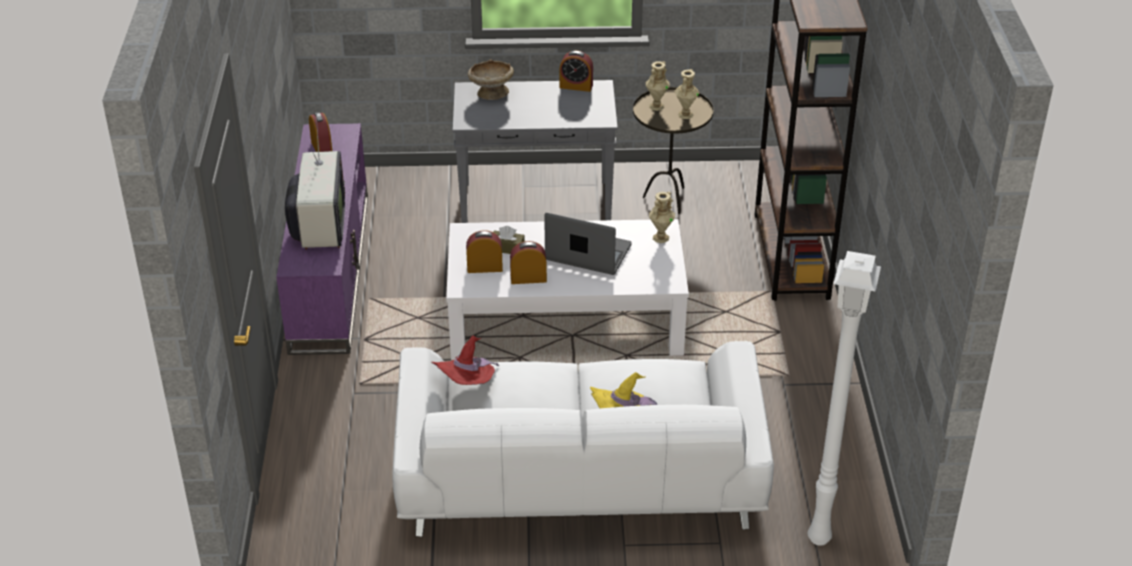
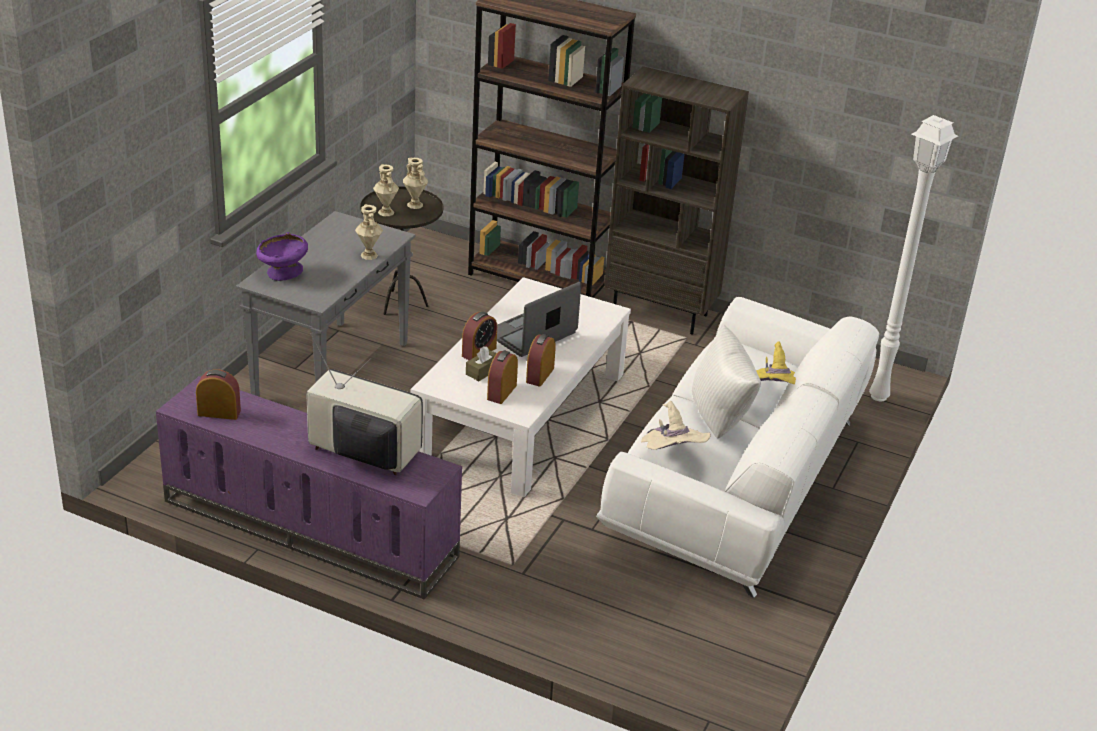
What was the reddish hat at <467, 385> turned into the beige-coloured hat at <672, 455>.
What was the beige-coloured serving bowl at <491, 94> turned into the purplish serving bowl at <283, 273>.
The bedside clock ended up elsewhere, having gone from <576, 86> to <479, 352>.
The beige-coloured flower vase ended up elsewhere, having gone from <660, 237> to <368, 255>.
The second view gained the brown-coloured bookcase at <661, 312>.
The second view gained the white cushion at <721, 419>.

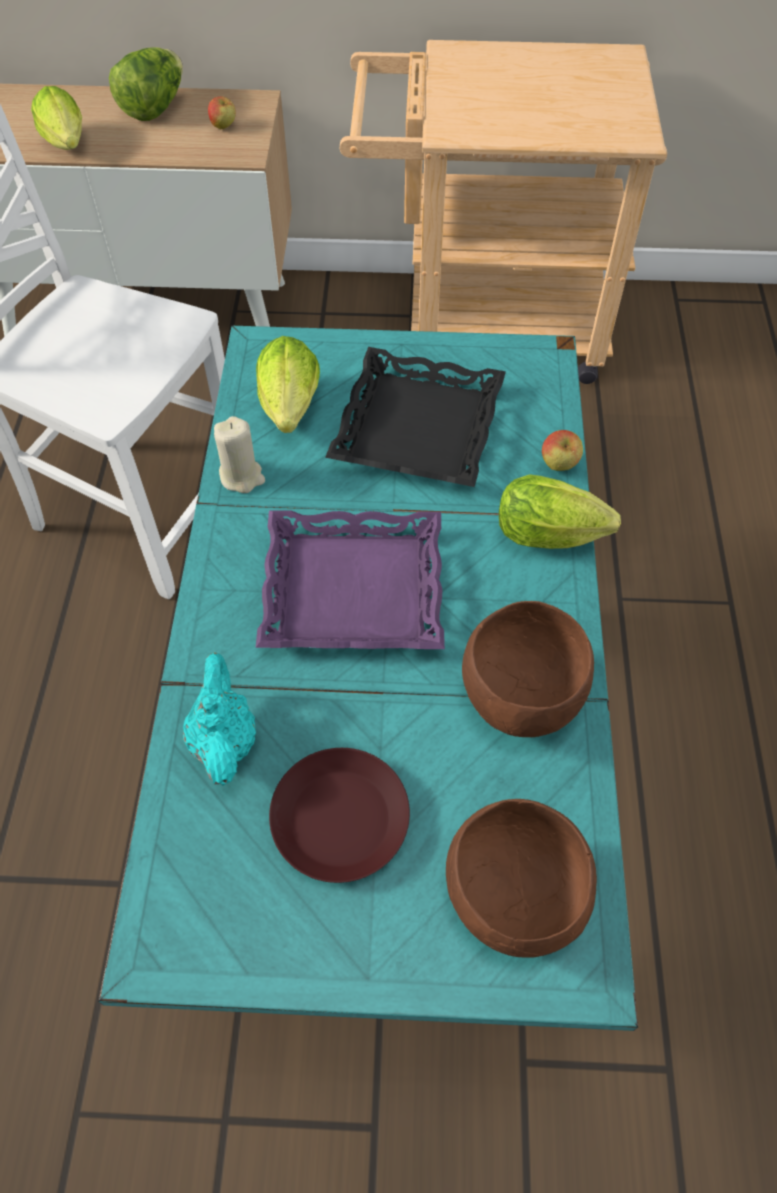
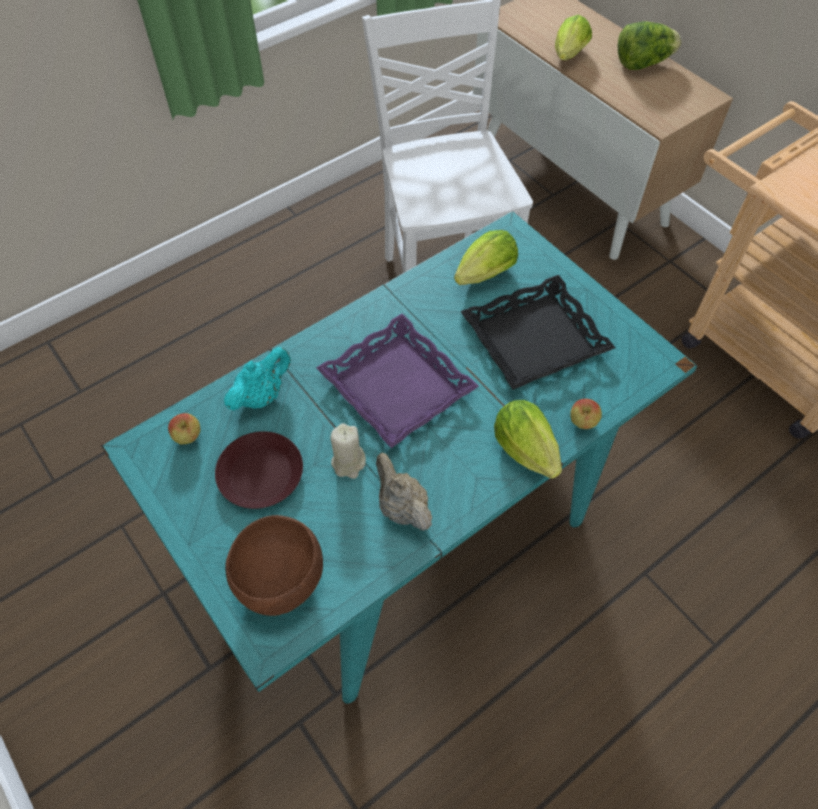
The whole apple ended up elsewhere, having gone from <224, 127> to <188, 438>.
The beige-coloured candle ended up elsewhere, having gone from <242, 476> to <348, 463>.
Where the brown-coloured serving bowl stood at <519, 698>, the beige-coloured teapot came to stand at <401, 507>.

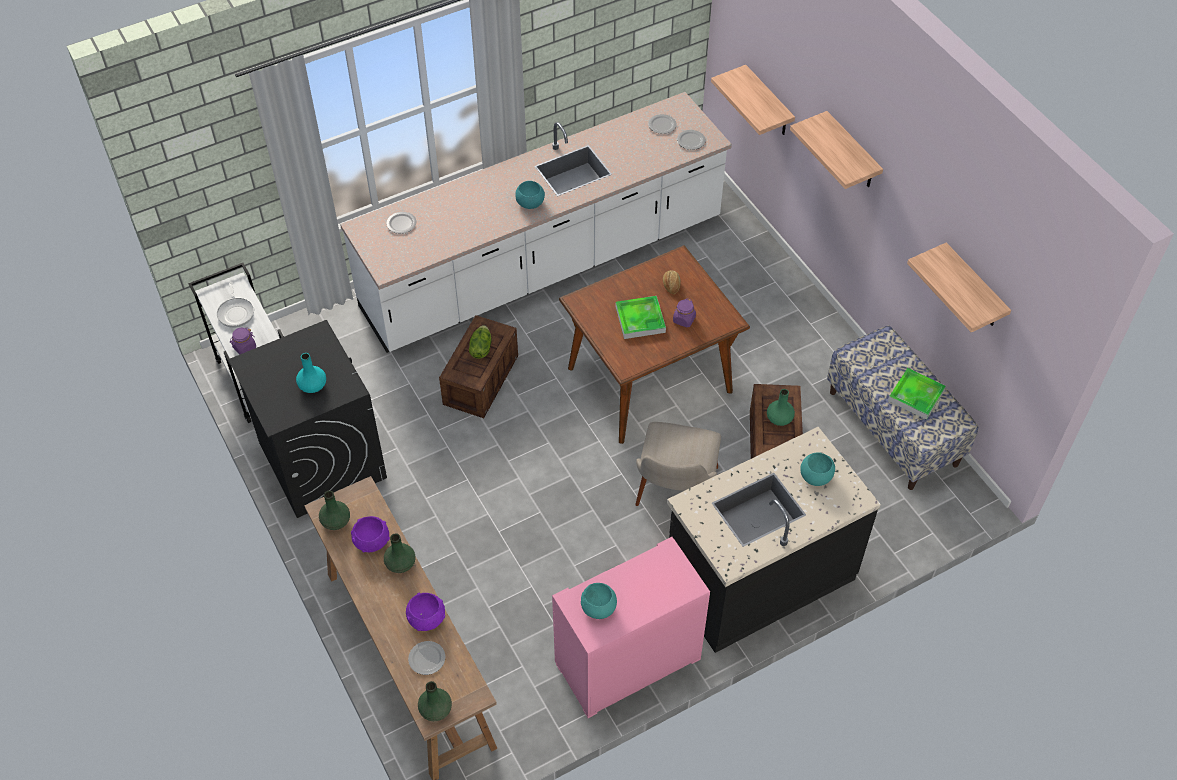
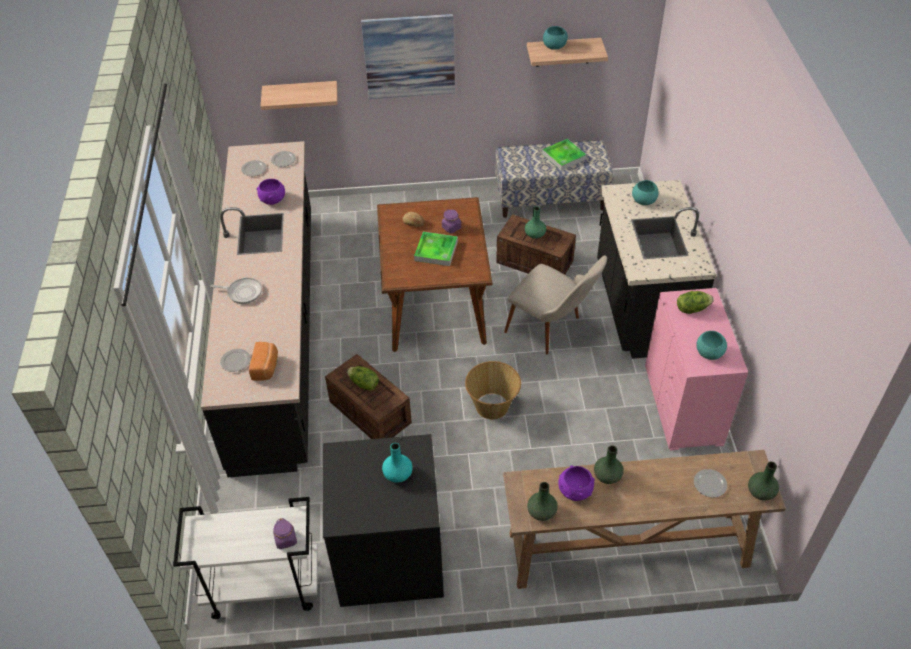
The pan ended up elsewhere, having gone from <236, 312> to <242, 292>.
What was the white counter at <543, 265> turned into the black counter at <276, 332>.
The purplish serving bowl ended up elsewhere, having gone from <427, 619> to <273, 199>.
The turquoise serving bowl ended up elsewhere, having gone from <530, 203> to <555, 46>.
Where the bracket shelf hung at <852, 152>, the wall picture came to hang at <409, 56>.
The second view gained the baked bread at <266, 367>.
The second view gained the storage basket at <492, 406>.
The second view gained the head of lettuce at <692, 308>.

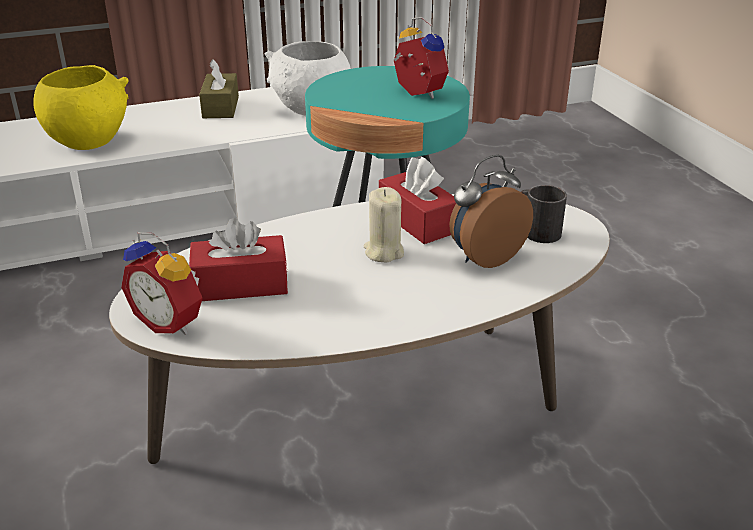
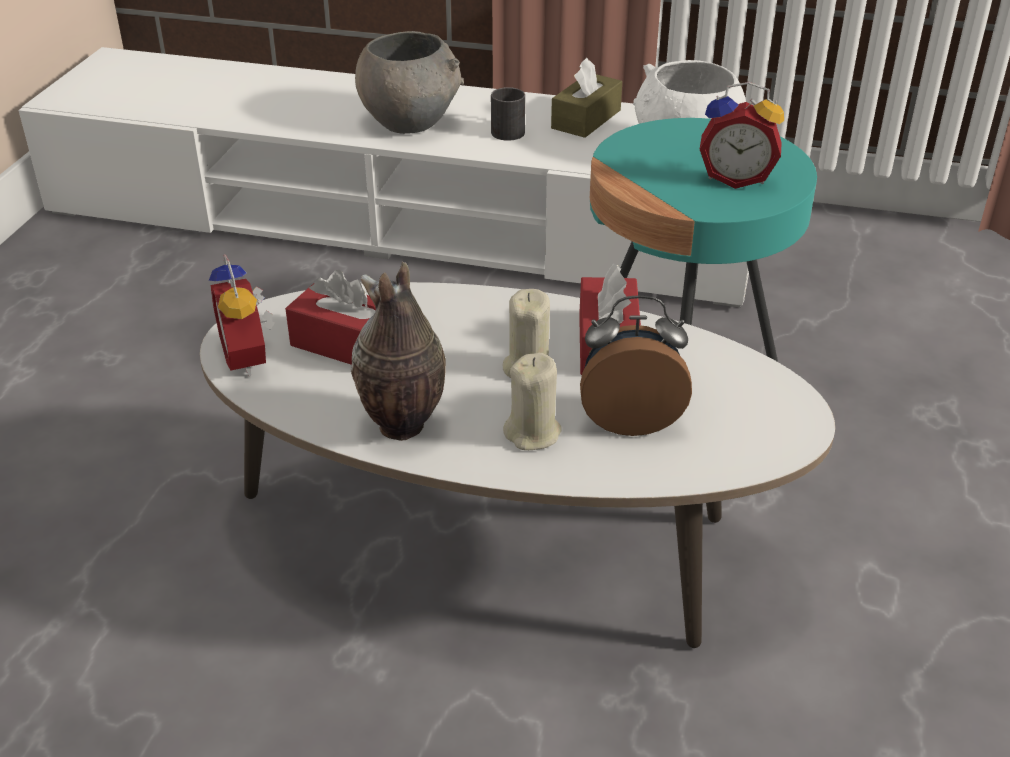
What was the yellow-coloured serving bowl at <88, 141> turned into the gray serving bowl at <410, 122>.
The bedside clock at <416, 94> ended up facing another way, 105 degrees clockwise from before.
The black tea mug ended up elsewhere, having gone from <535, 231> to <505, 129>.
The second view gained the flower vase at <401, 426>.
The second view gained the beige-coloured candle at <533, 433>.

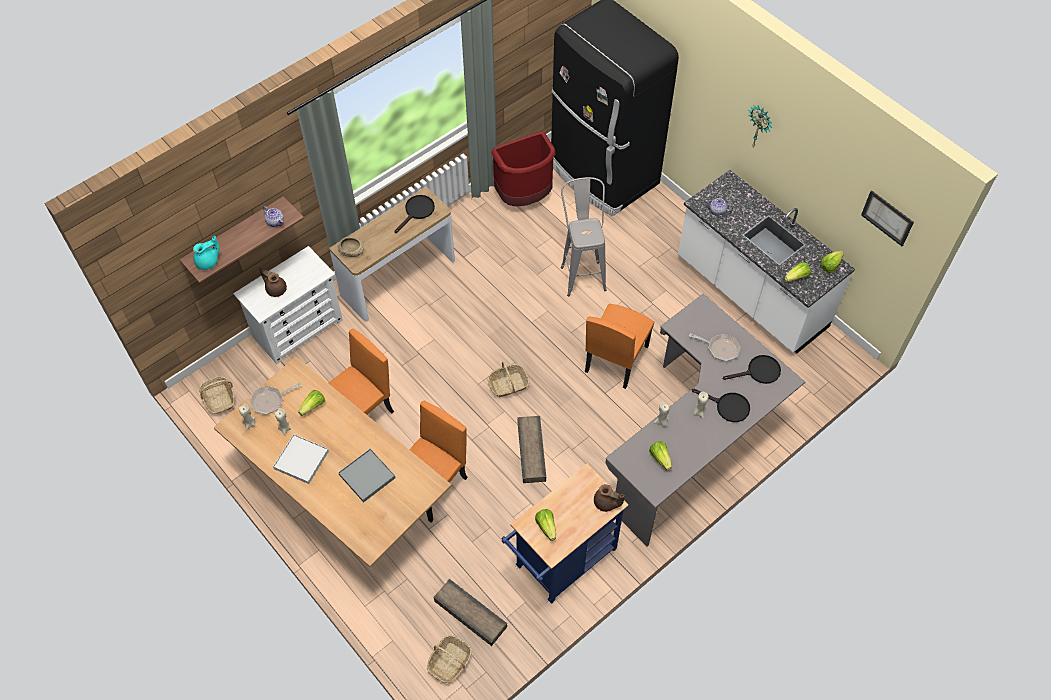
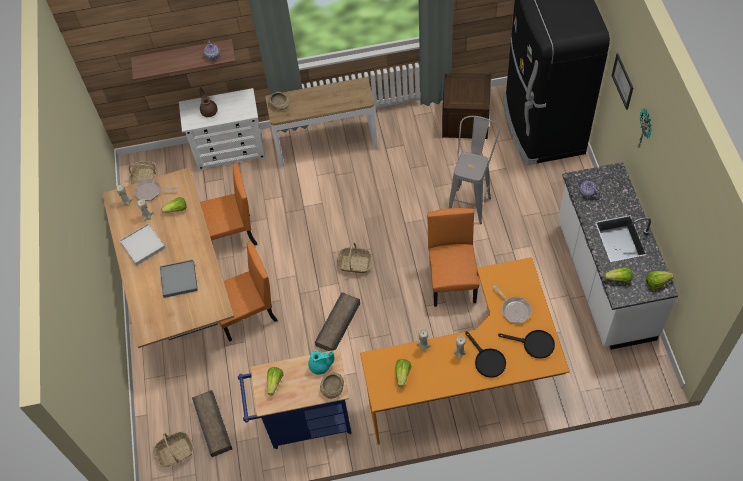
The turquoise teapot ended up elsewhere, having gone from <208, 262> to <321, 366>.
The second view lost the black pan at <417, 211>.
Where the reddish trash can stood at <525, 197>, the shipping crate came to stand at <465, 120>.
The orange-coloured chair at <616, 358> ended up facing another way, 120 degrees clockwise from before.
Where the brown-coloured teapot stood at <606, 503>, the beige-coloured serving bowl came to stand at <332, 388>.
What was the gray desk table at <694, 442> turned into the orange-coloured desk table at <472, 380>.
The wall picture ended up elsewhere, having gone from <887, 218> to <623, 81>.

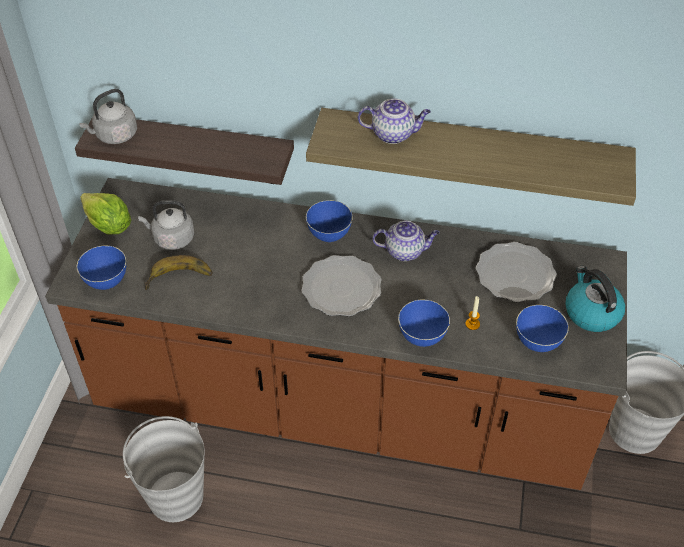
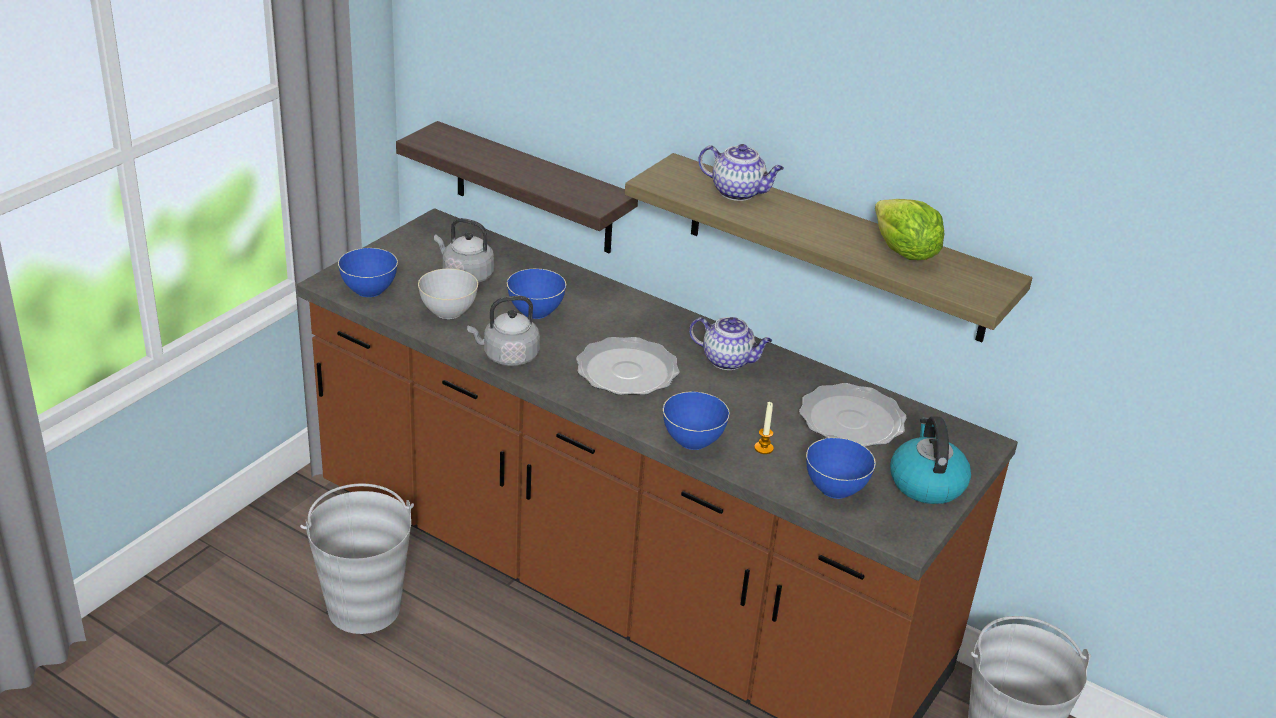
The gray kettle ended up elsewhere, having gone from <114, 136> to <507, 356>.
The head of lettuce ended up elsewhere, having gone from <109, 226> to <903, 253>.
Where the banana stood at <179, 280>, the gray serving bowl came to stand at <448, 311>.
The blue-coloured serving bowl ended up elsewhere, having gone from <329, 234> to <535, 311>.

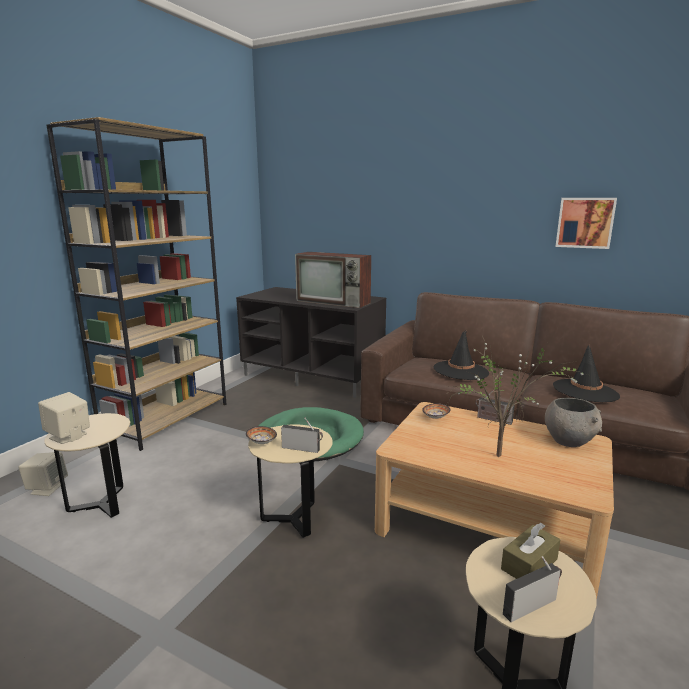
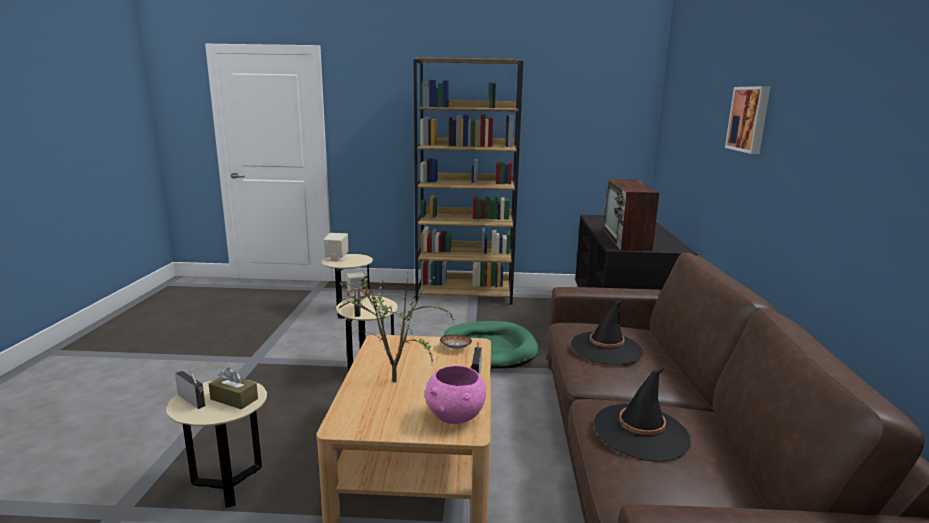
What was the gray serving bowl at <569, 441> turned into the pink serving bowl at <455, 417>.
The wall picture ended up elsewhere, having gone from <585, 222> to <750, 119>.

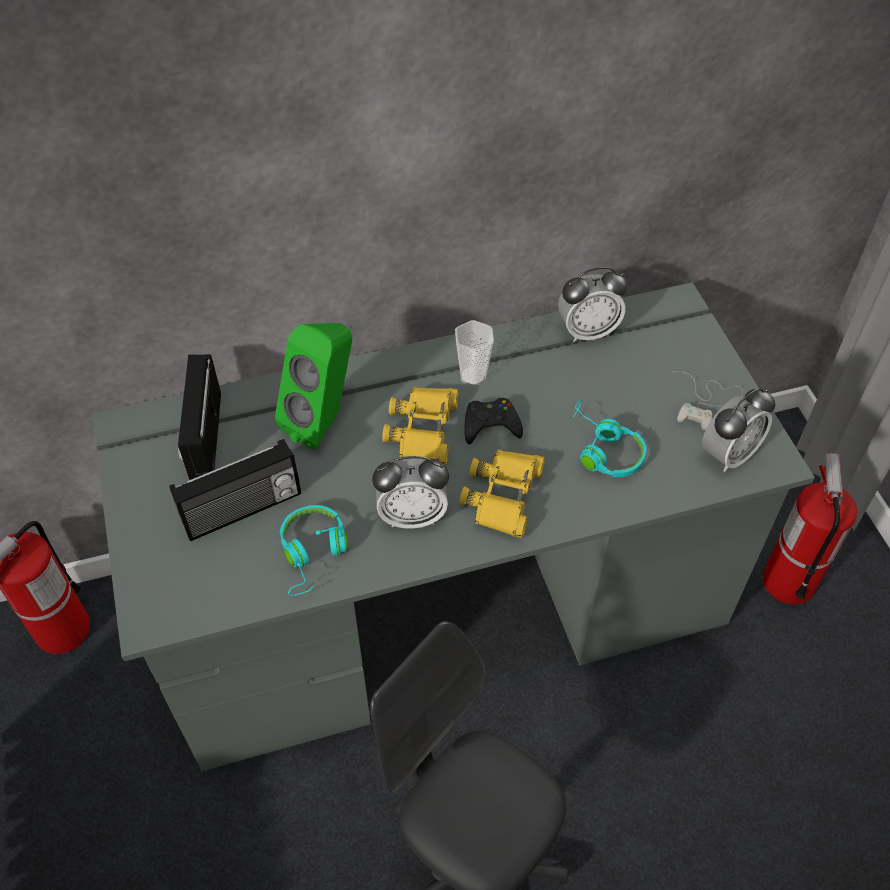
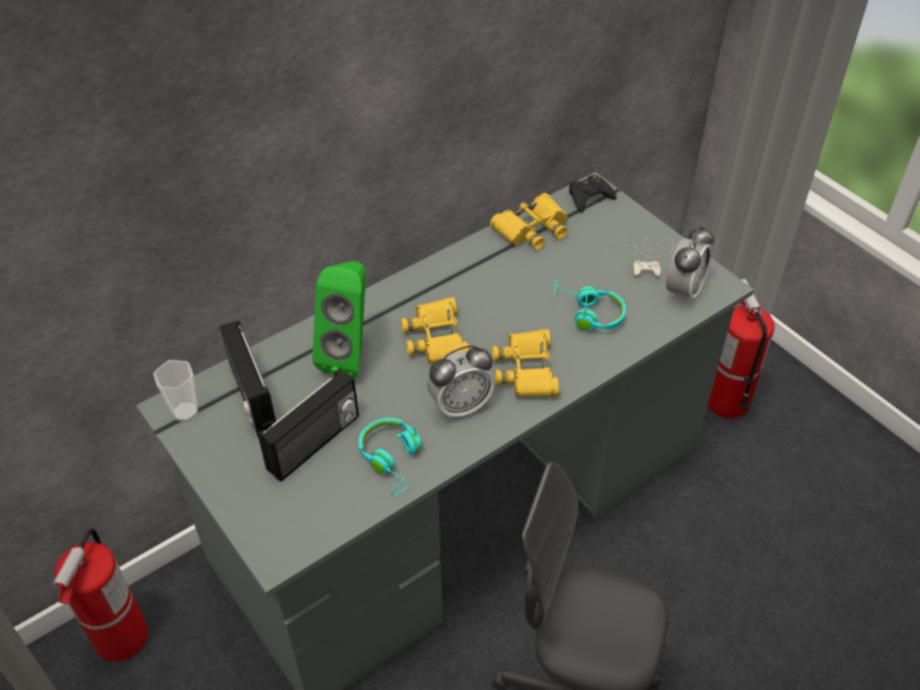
The drinking cup ended up elsewhere, having gone from <473, 376> to <185, 412>.
The black joypad ended up elsewhere, having gone from <491, 425> to <589, 197>.
Where the bedside clock stood at <587, 331>, the yellow-coloured pair of binoculars came to stand at <532, 228>.

